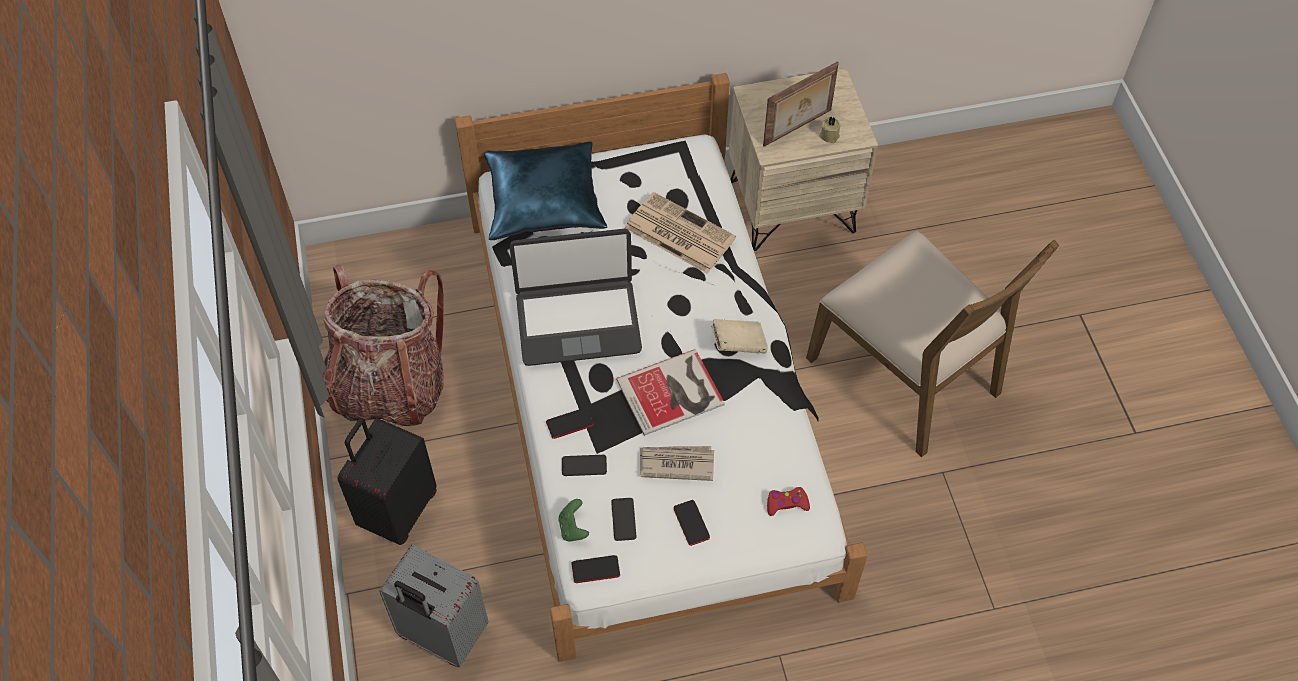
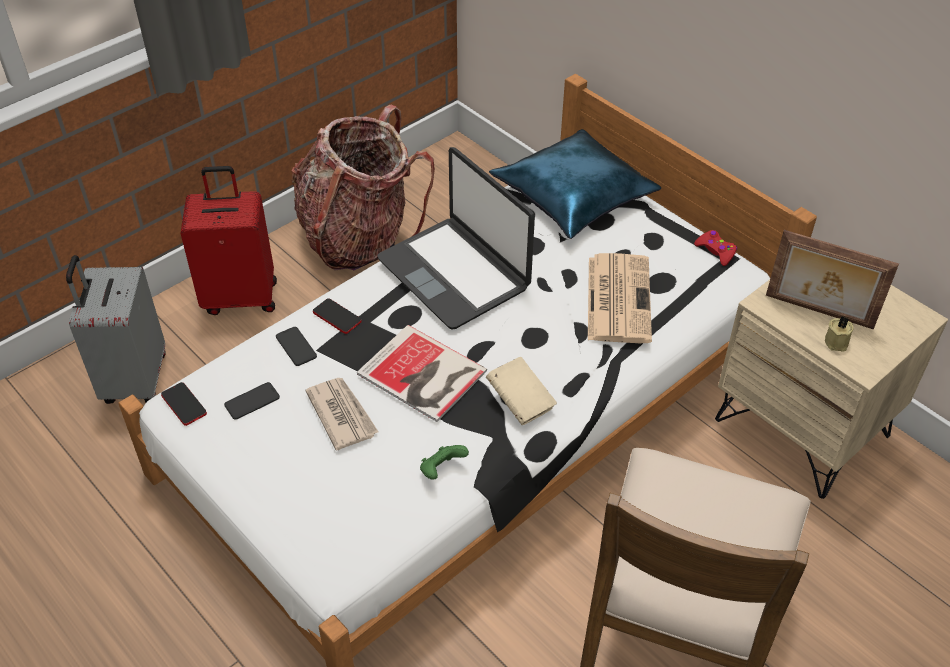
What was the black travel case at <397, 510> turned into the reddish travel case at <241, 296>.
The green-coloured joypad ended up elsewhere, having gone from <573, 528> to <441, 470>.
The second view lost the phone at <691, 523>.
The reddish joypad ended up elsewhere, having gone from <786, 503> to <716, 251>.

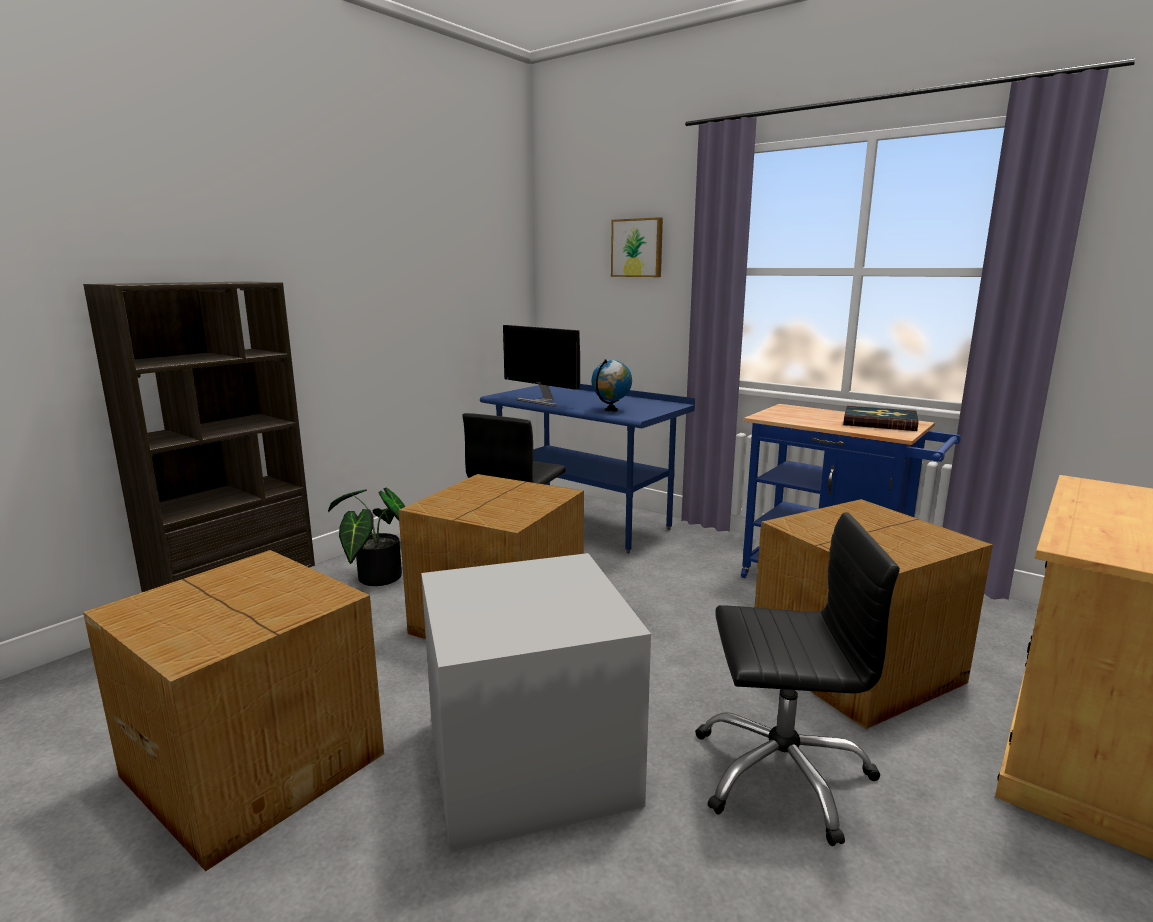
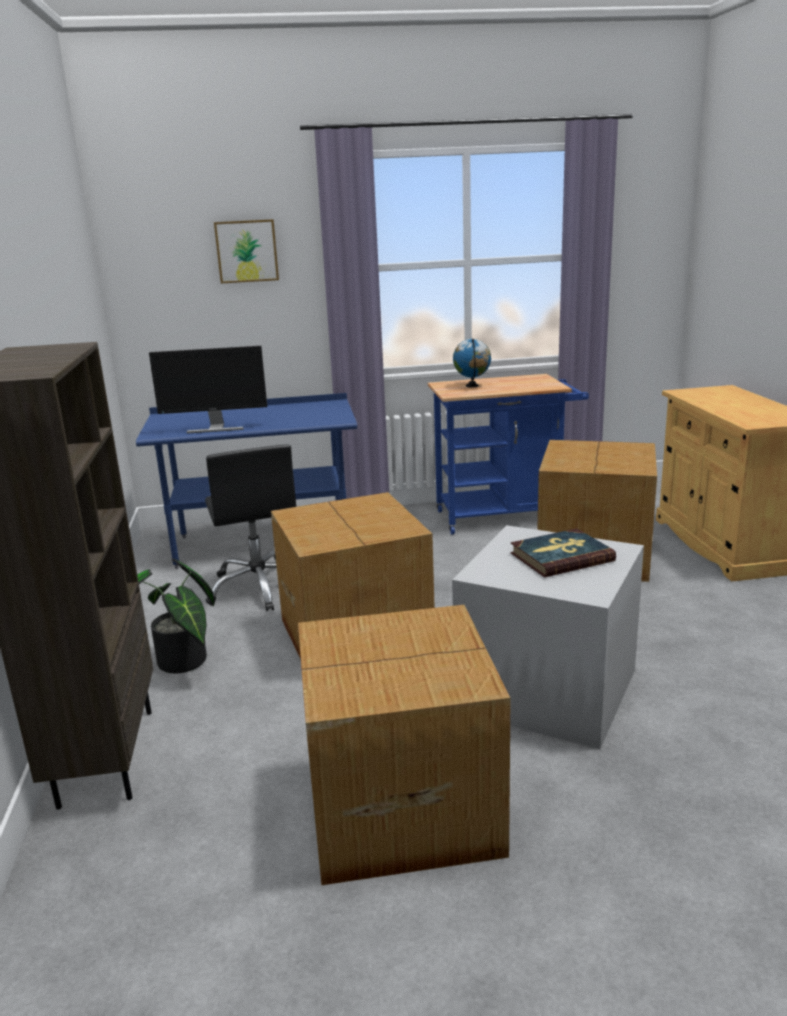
The globe ended up elsewhere, having gone from <611, 410> to <472, 386>.
The second view lost the black office chair at <781, 773>.
The volume ended up elsewhere, having gone from <879, 422> to <561, 557>.

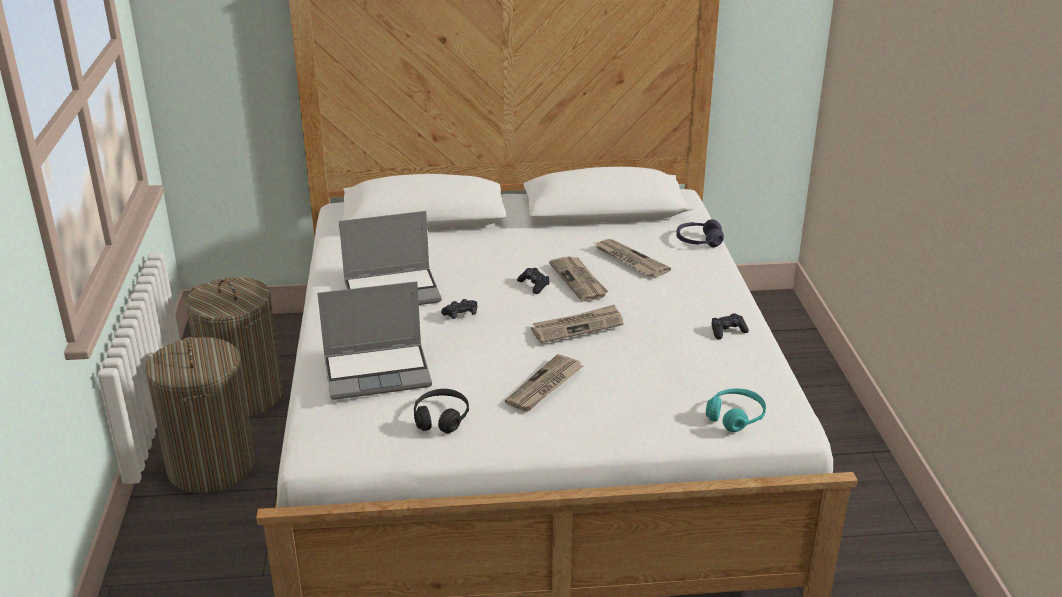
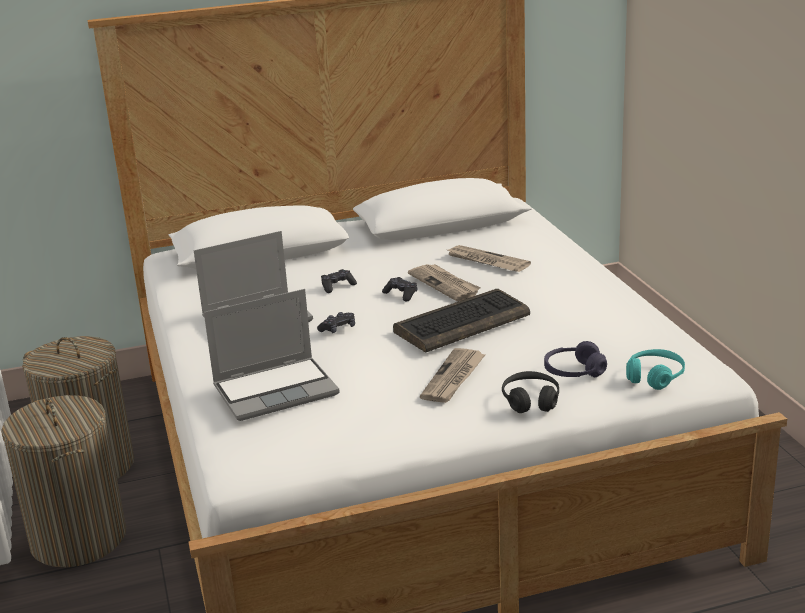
The black pair of headphones ended up elsewhere, having gone from <441, 418> to <530, 401>.
Where the daily paper stood at <577, 326>, the computer keyboard came to stand at <462, 323>.
The purplish pair of headphones ended up elsewhere, having gone from <698, 241> to <574, 372>.
The black joypad ended up elsewhere, having gone from <727, 331> to <337, 286>.

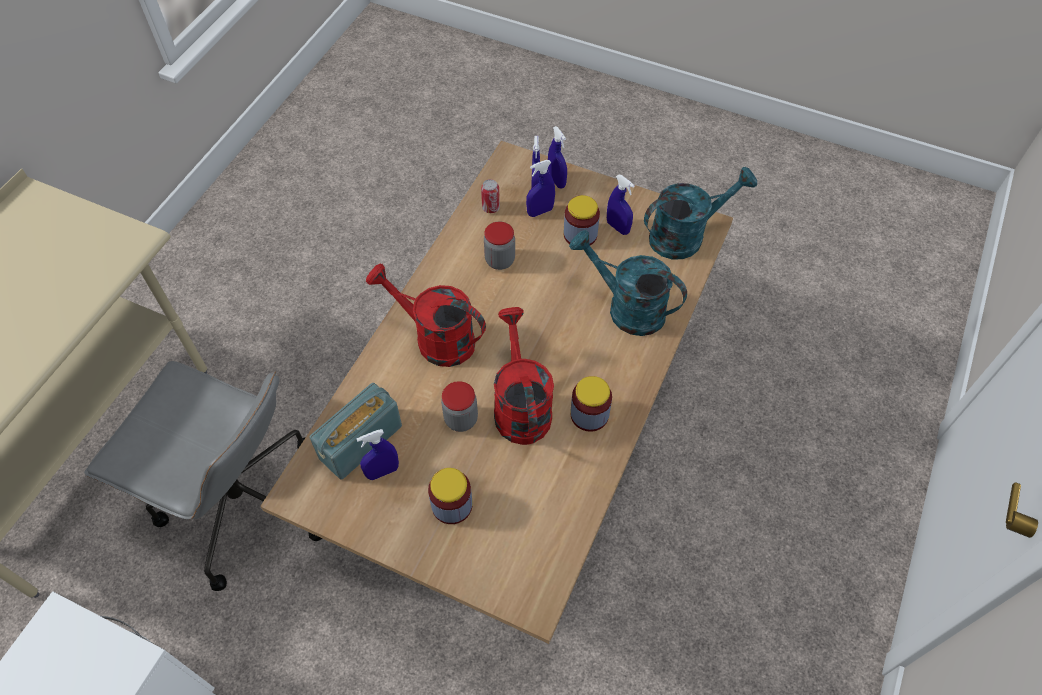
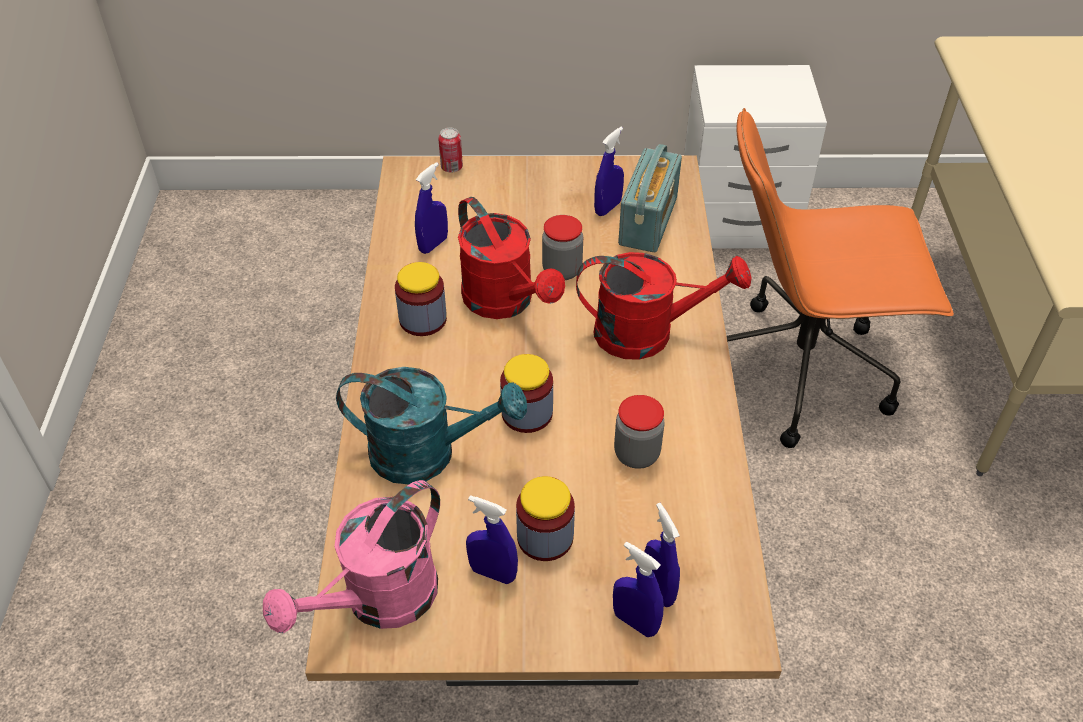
What was the gray office chair at <242, 505> turned into the orange-coloured office chair at <801, 371>.
The preserve jar ended up elsewhere, having gone from <452, 505> to <527, 413>.
The metal can ended up elsewhere, having gone from <490, 208> to <451, 167>.
The blue-coloured hand sprayer ended up elsewhere, having gone from <540, 211> to <433, 244>.
What was the turquoise watering pot at <685, 235> turned into the pink watering pot at <378, 602>.

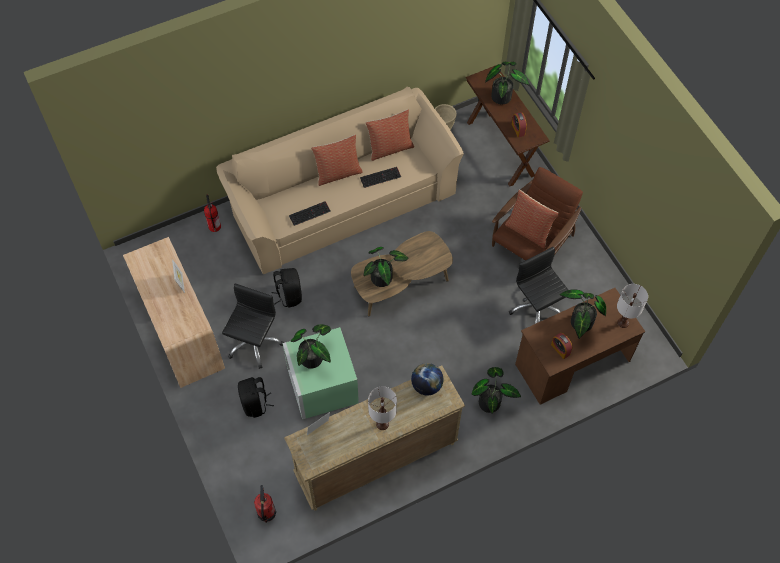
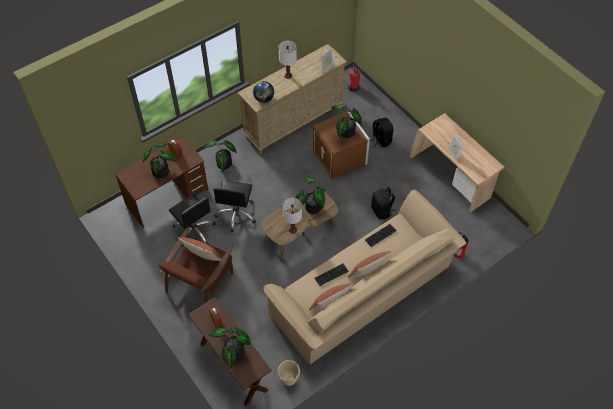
The black office chair ended up elsewhere, having gone from <254, 342> to <236, 214>.
What was the green-coloured storage box at <321, 385> turned into the brown-coloured storage box at <340, 157>.
The white lamp for a table ended up elsewhere, having gone from <623, 322> to <292, 229>.

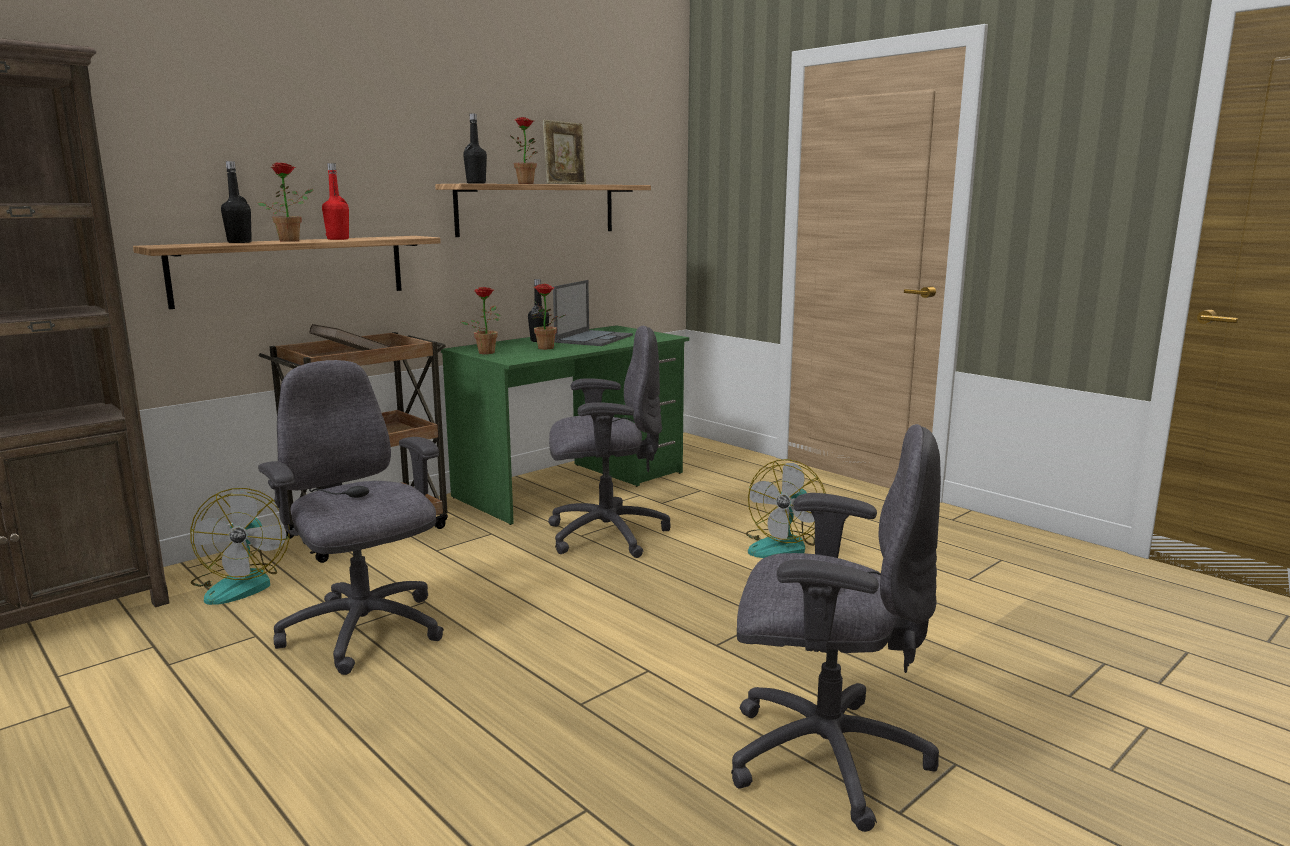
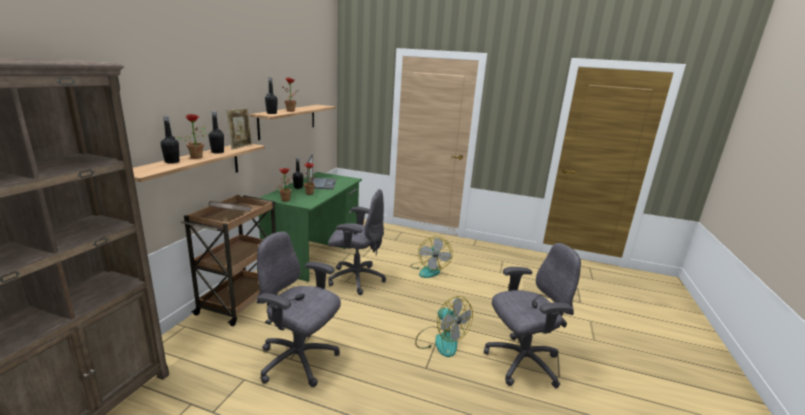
The electric fan ended up elsewhere, having gone from <242, 583> to <440, 341>.
What was the reddish bottle at <338, 239> turned into the black bottle at <217, 152>.
The photo frame ended up elsewhere, having gone from <565, 184> to <241, 146>.
The gray office chair at <605, 535> ended up facing another way, 45 degrees clockwise from before.

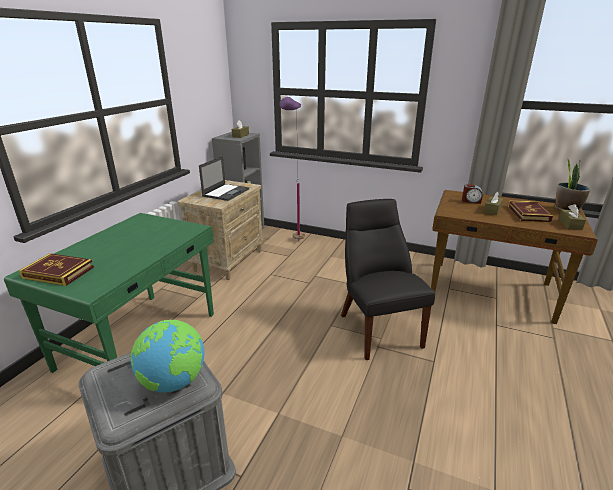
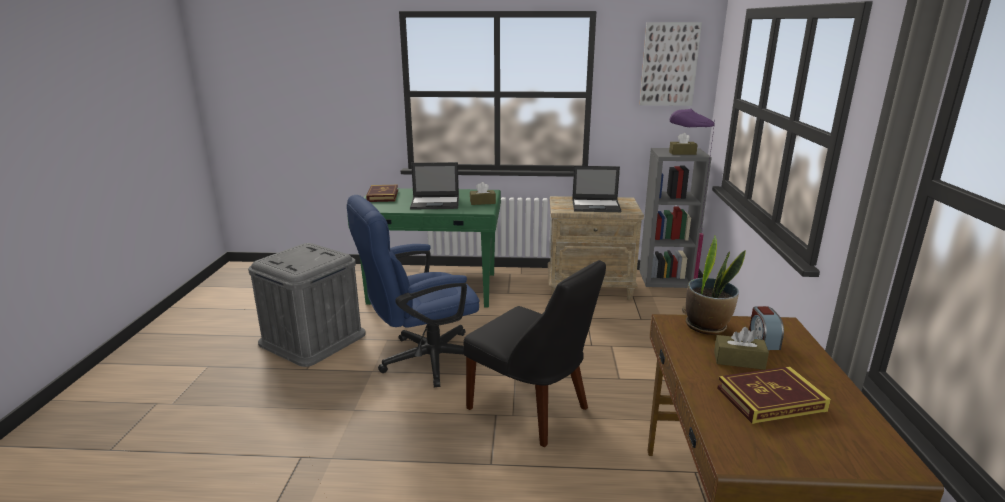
The second view lost the globe at <174, 382>.
The black chair at <377, 328> ended up facing another way, 75 degrees clockwise from before.
The houseplant ended up elsewhere, having gone from <566, 209> to <707, 326>.
The brown-coloured tissue box ended up elsewhere, having gone from <570, 224> to <482, 202>.
The second view gained the blue-coloured office chair at <422, 360>.
The second view gained the portable computer at <436, 203>.
The second view gained the wall picture at <669, 64>.

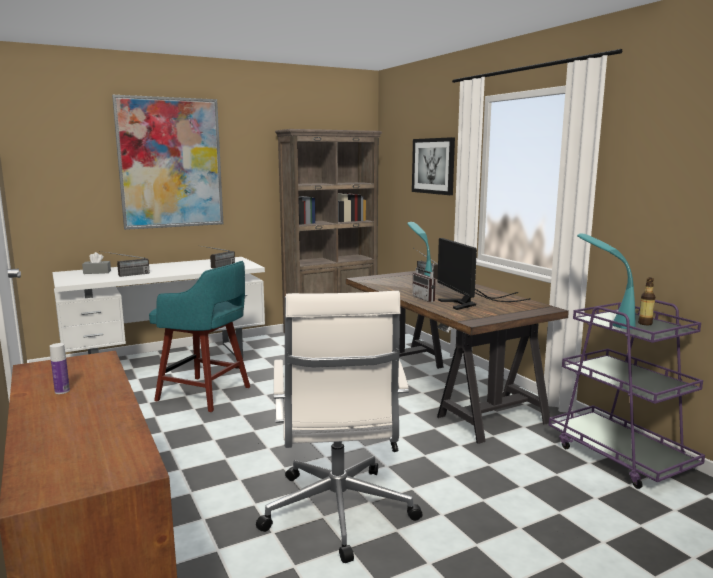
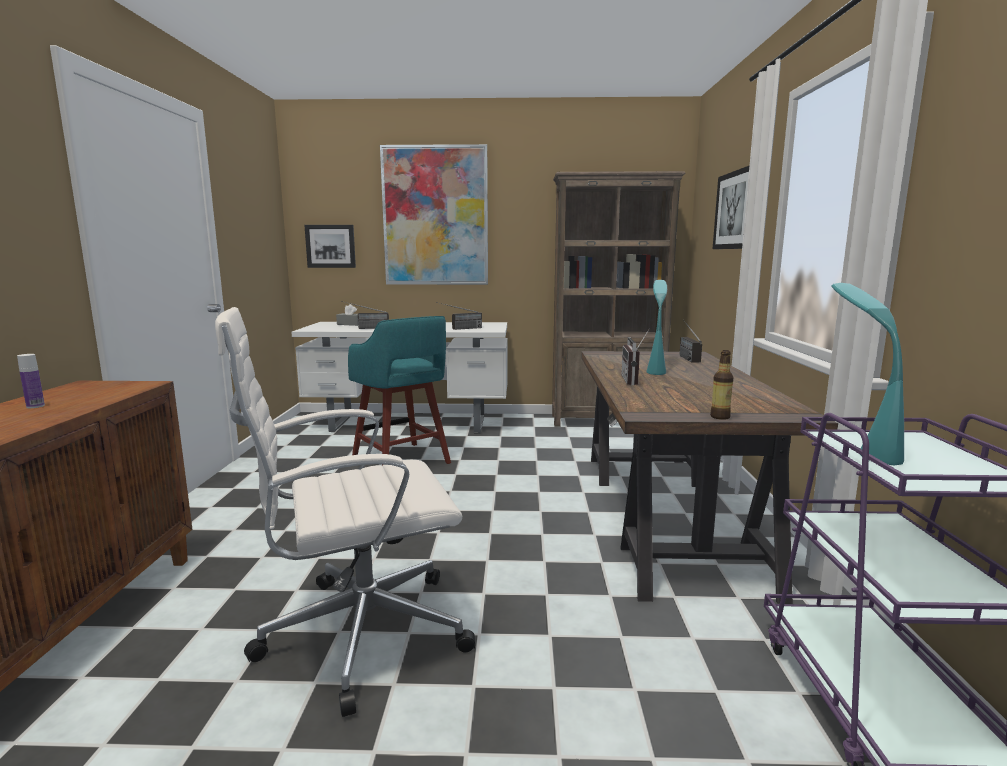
The white office chair at <338, 513> ended up facing another way, 45 degrees clockwise from before.
The second view lost the computer screen at <470, 303>.
The bottle ended up elsewhere, having gone from <645, 323> to <720, 417>.
The second view gained the wall picture at <330, 246>.

